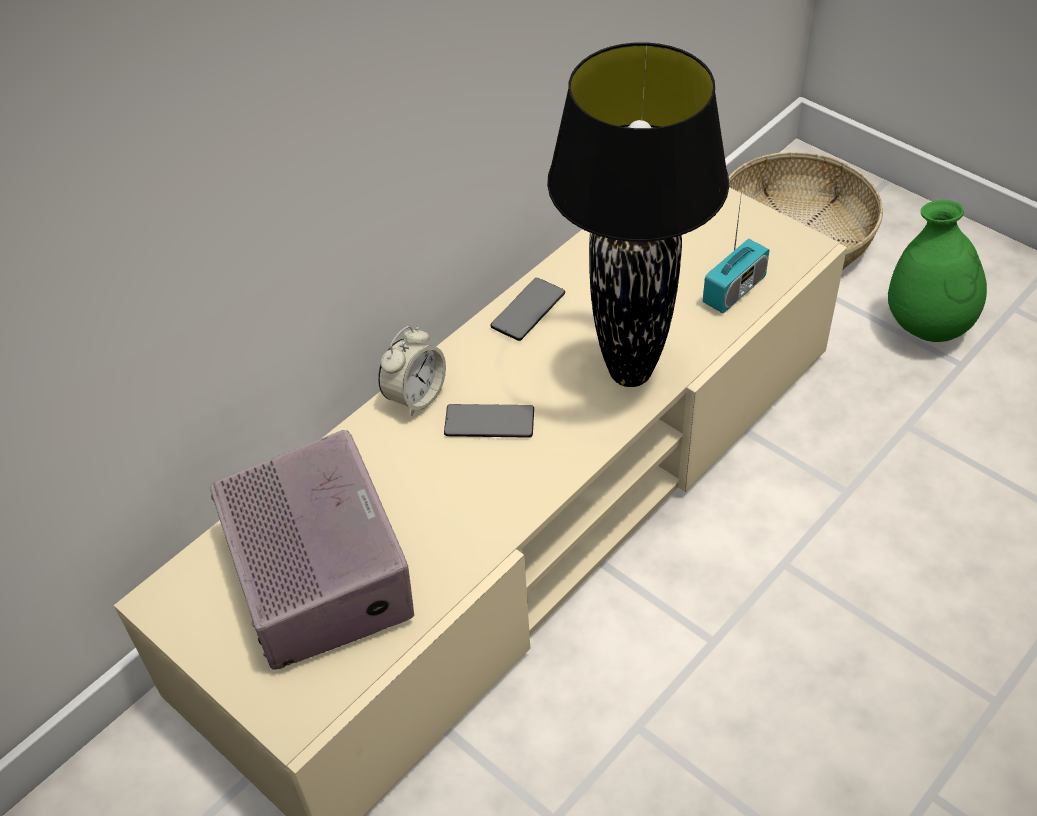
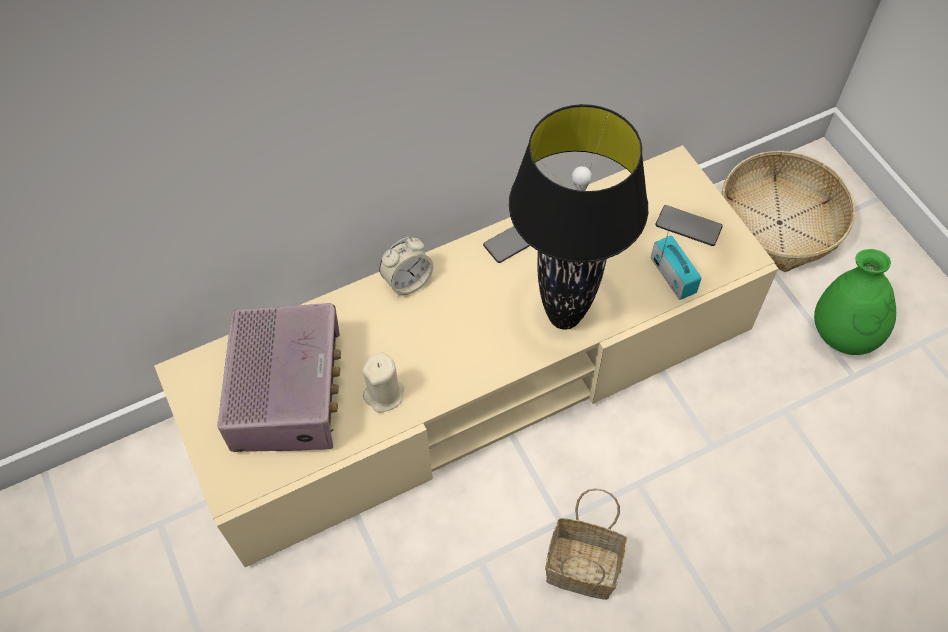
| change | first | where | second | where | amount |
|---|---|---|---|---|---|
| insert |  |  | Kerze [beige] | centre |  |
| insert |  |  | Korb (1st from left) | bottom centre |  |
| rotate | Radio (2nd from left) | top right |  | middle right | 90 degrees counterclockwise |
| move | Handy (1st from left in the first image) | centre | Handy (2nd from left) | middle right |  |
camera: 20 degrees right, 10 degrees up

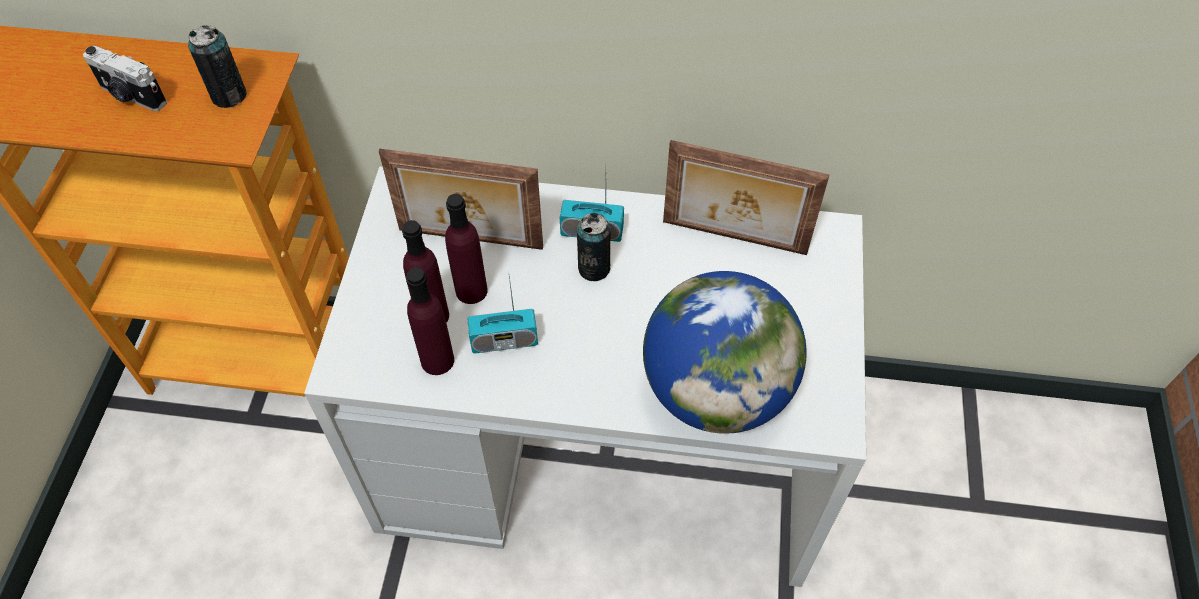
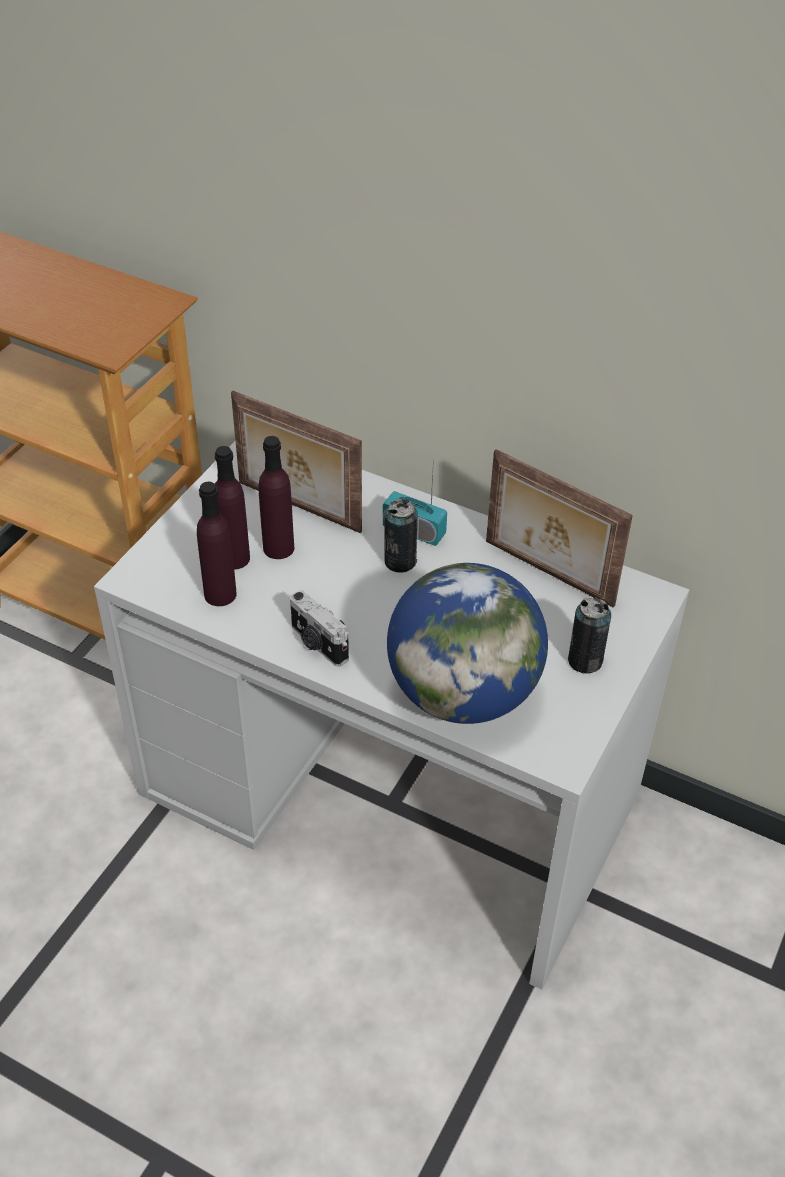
| change | first | where | second | where | amount |
|---|---|---|---|---|---|
| move | Kamera | top left |  | centre |  |
| move | Dose (1st from left in the first image) | top left | Dose (2nd from left) | middle right |  |
| delete | Radio (1st from left) | centre |  |  |  |
camera: 20 degrees right, 10 degrees down

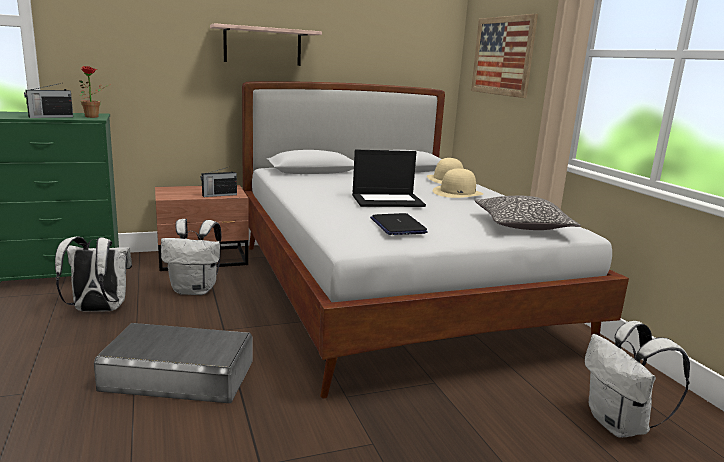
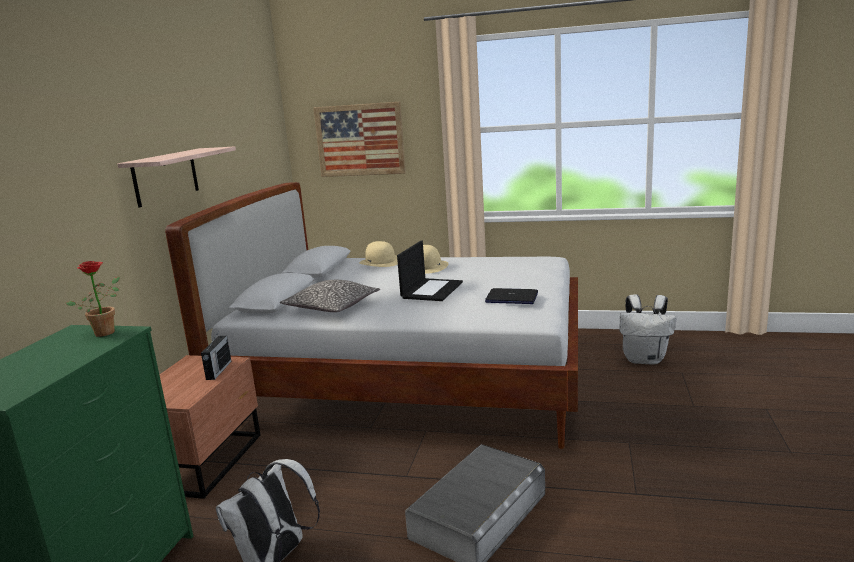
| change | first | where | second | where | amount |
|---|---|---|---|---|---|
| move | Kissen | middle right |  | centre |  |
| delete | Radio (1st from left) | top left |  |  |  |
| delete | Rucksack [weiß] (2nd from left) | middle left |  |  |  |
camera: 55 degrees left, 0 degrees up

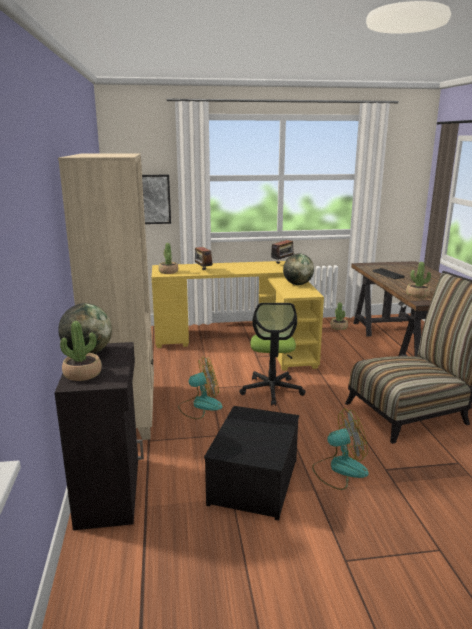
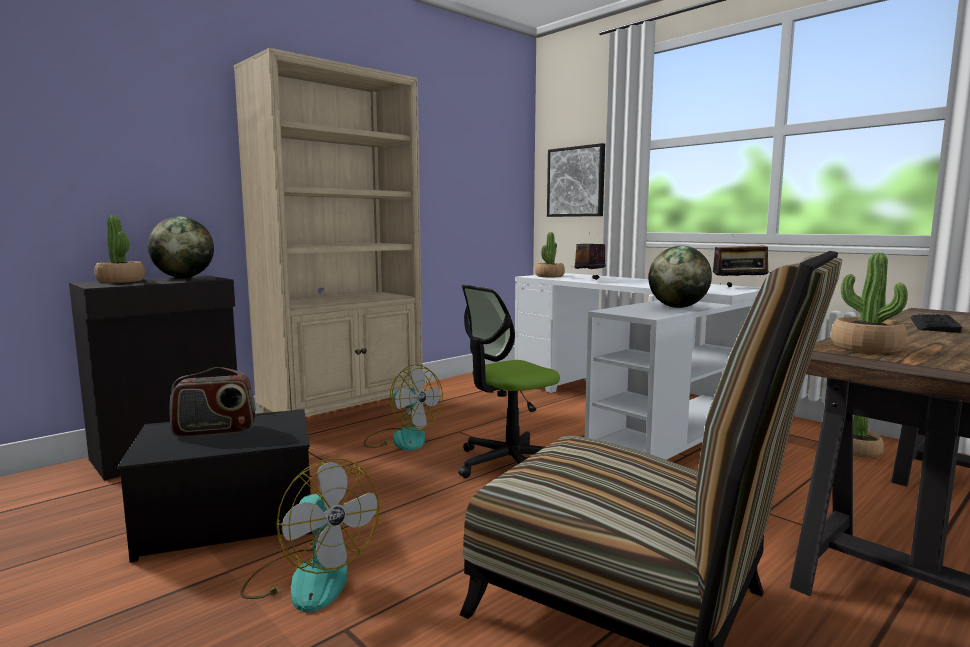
| change | first | where | second | where | amount |
|---|---|---|---|---|---|
| insert |  |  | Radio (1st from left) | middle left |  |
| recolor | Schreibtisch [gelb] | centre | Schreibtisch [weiß] | centre |  |
camera: 55 degrees right, 10 degrees down

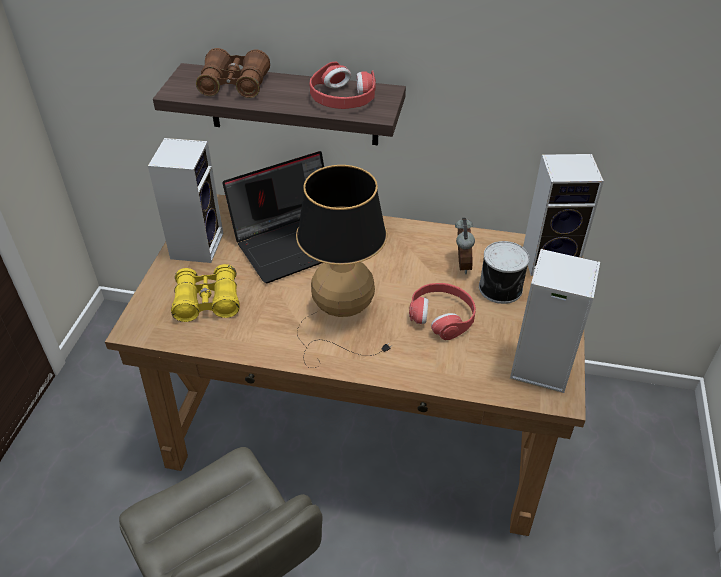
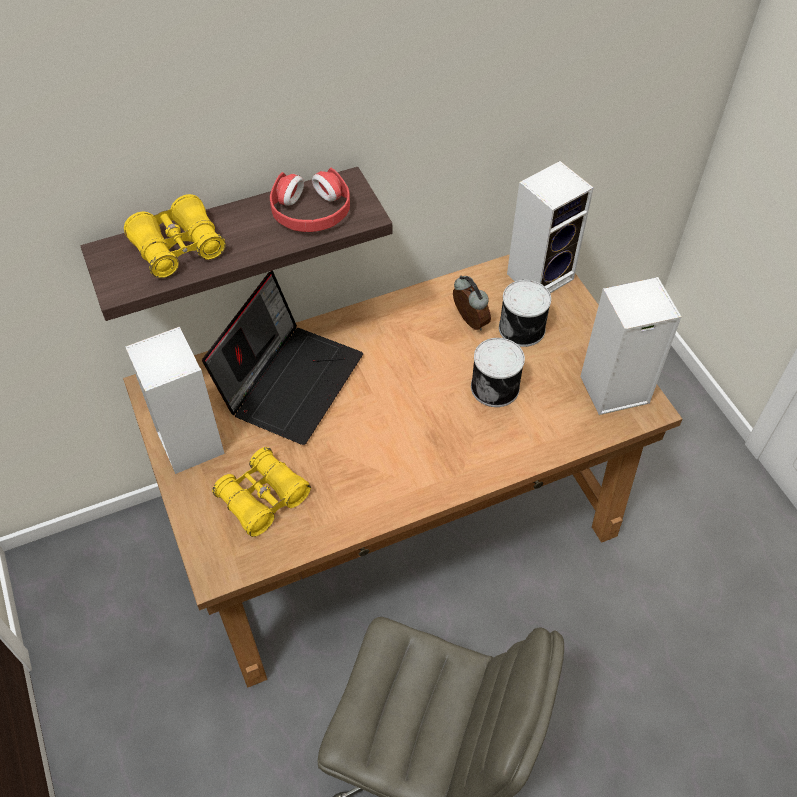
| change | first | where | second | where | amount |
|---|---|---|---|---|---|
| recolor | Fernglas [braun] | top left | Fernglas [gelb] (1st from left) | top left |  |
| replace | Kopfhörer [rot] (2nd from left) | centre | Dose (1st from left) | centre |  |
| delete | Tischlampe | centre |  |  |  |
camera: 35 degrees left, 10 degrees up

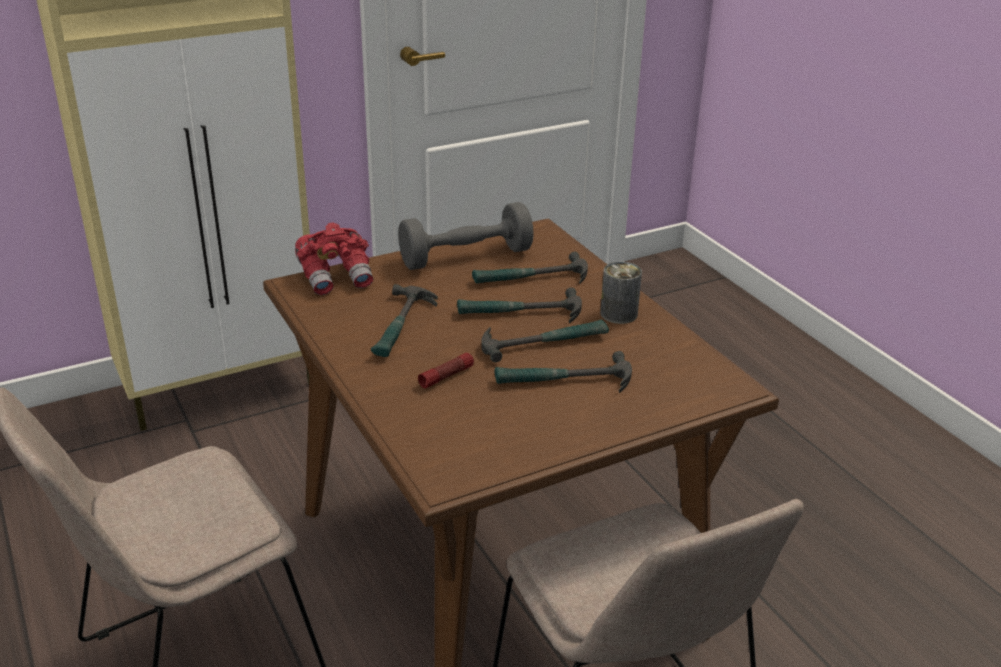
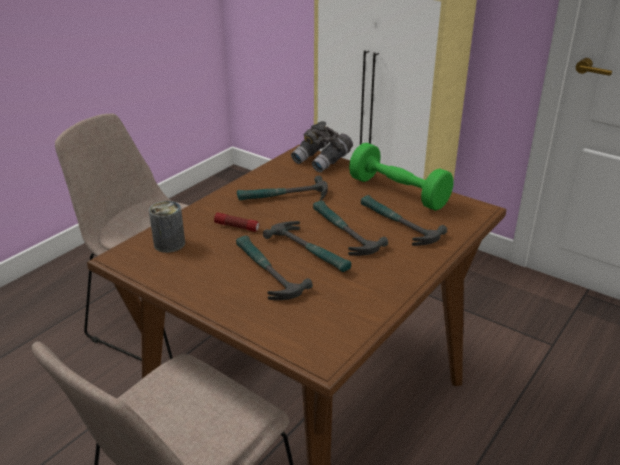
| change | first | where | second | where | amount |
|---|---|---|---|---|---|
| move | Dose | centre |  | middle left |  |
| recolor | Fernglas [rot] | centre | Fernglas [grau] | top centre |  |
| recolor | Hantel [grau] | centre | Hantel [grün] | centre |  |
camera: 65 degrees right, 0 degrees up

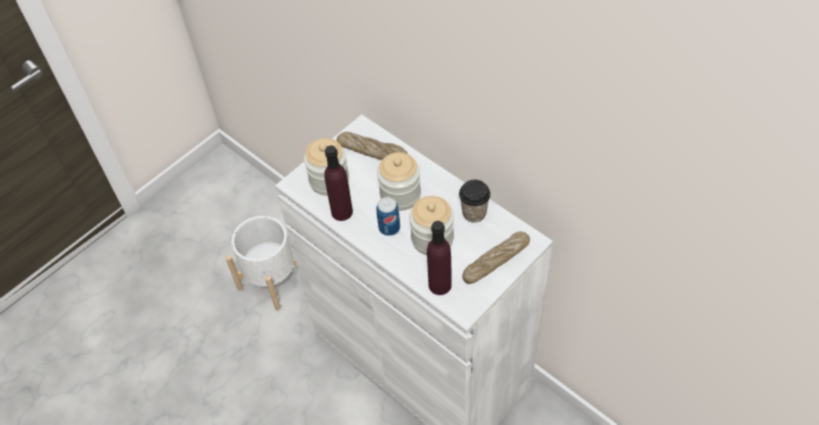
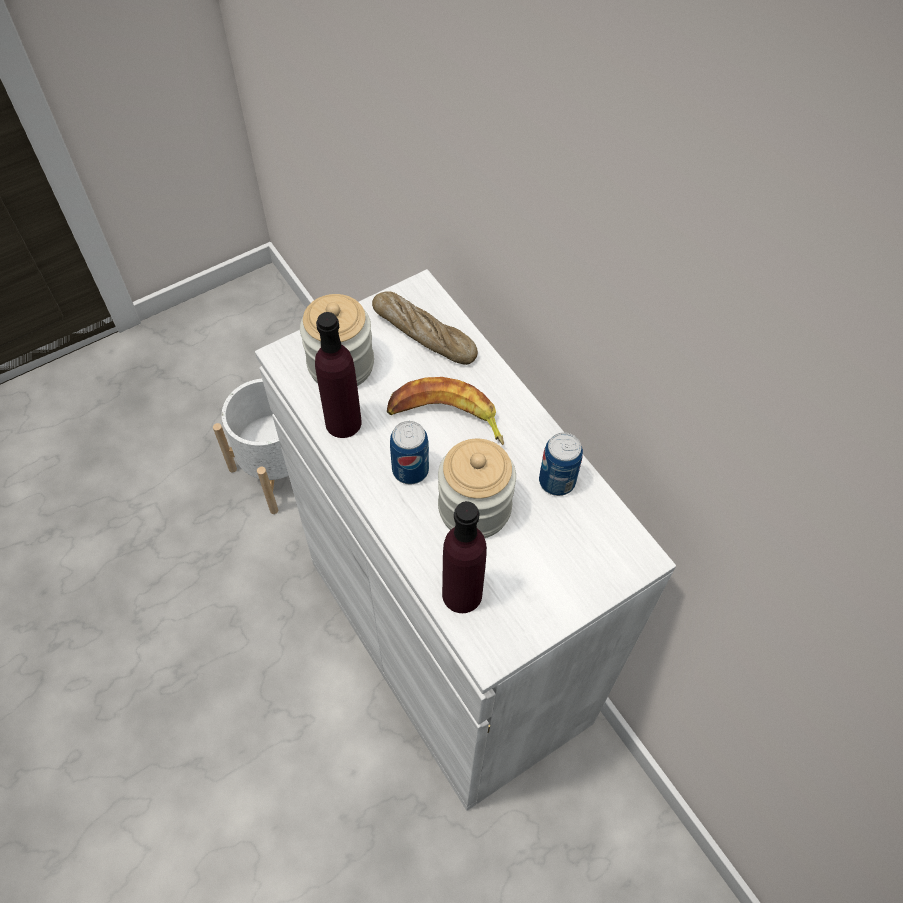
| change | first | where | second | where | amount |
|---|---|---|---|---|---|
| replace | Vorratsglas (2nd from left) | centre | Banane | centre |  |
| replace | Tasse | centre | Dose (2nd from left) | centre |  |
| delete | Brot (2nd from left) | centre |  |  |  |
camera: 10 degrees right, 5 degrees up

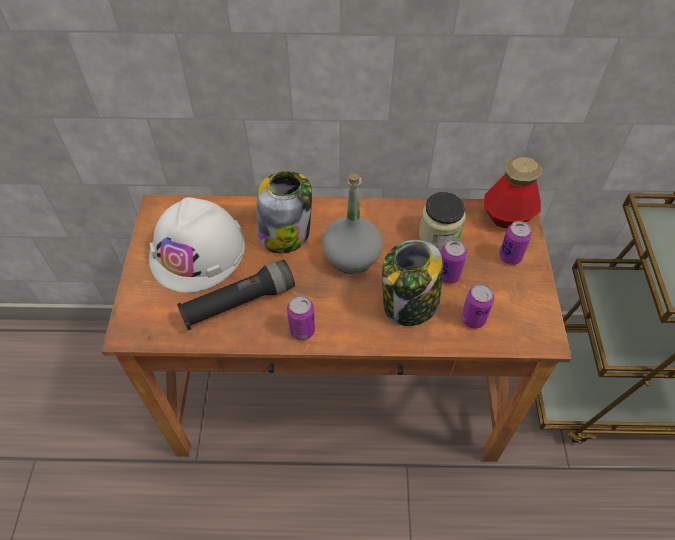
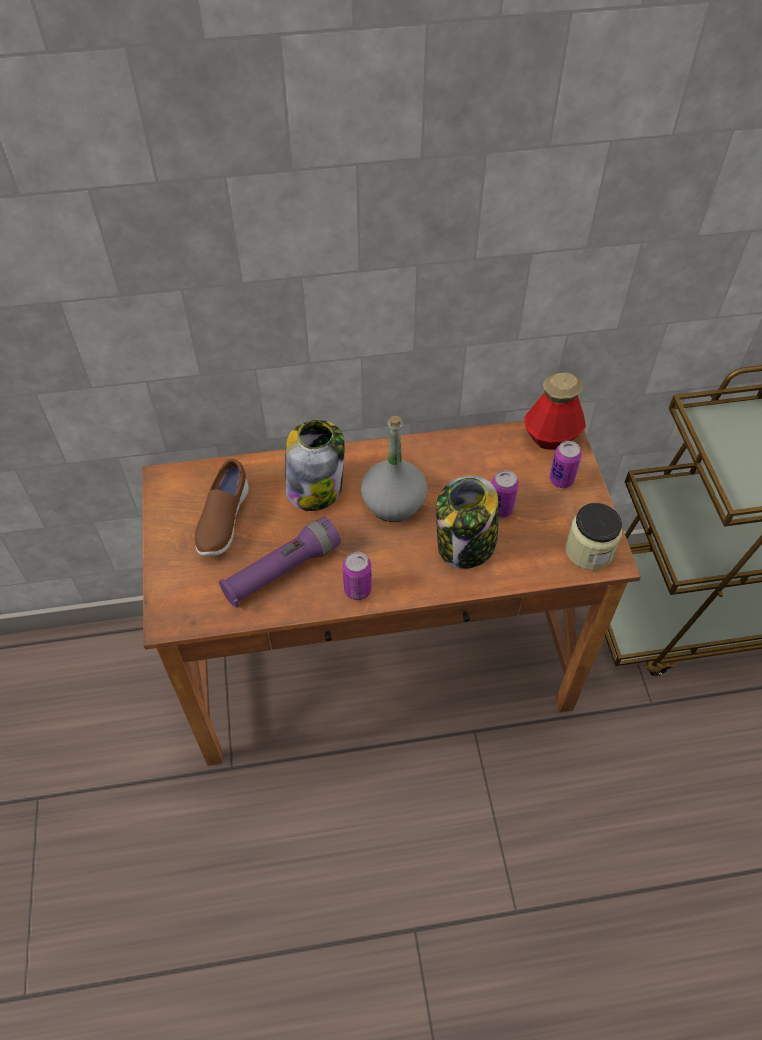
| change | first | where | second | where | amount |
|---|---|---|---|---|---|
| replace | Schutzhelm [weiß] | middle left | Schuh [braun] | middle left |  |
| recolor | Taschenlampe [schwarz] | centre | Taschenlampe [lila] | centre |  |
| move | Vorratsglas (3rd from left) | centre |  | middle right |  |
| delete | Dose (3rd from left) | middle right |  |  |  |
camera: 10 degrees left, 0 degrees up

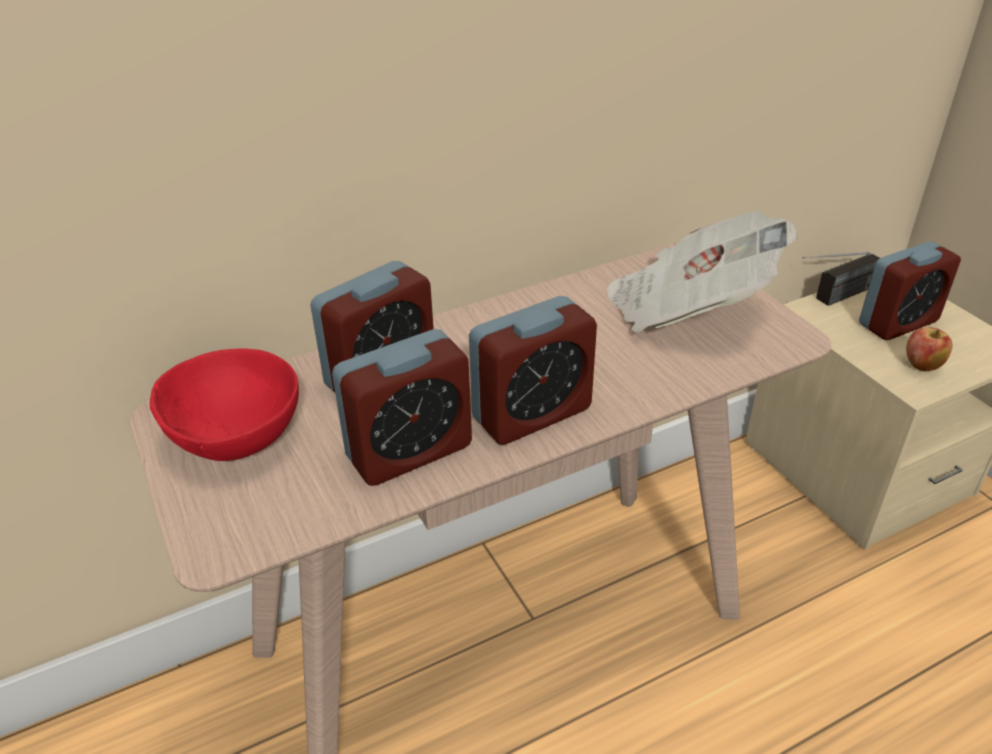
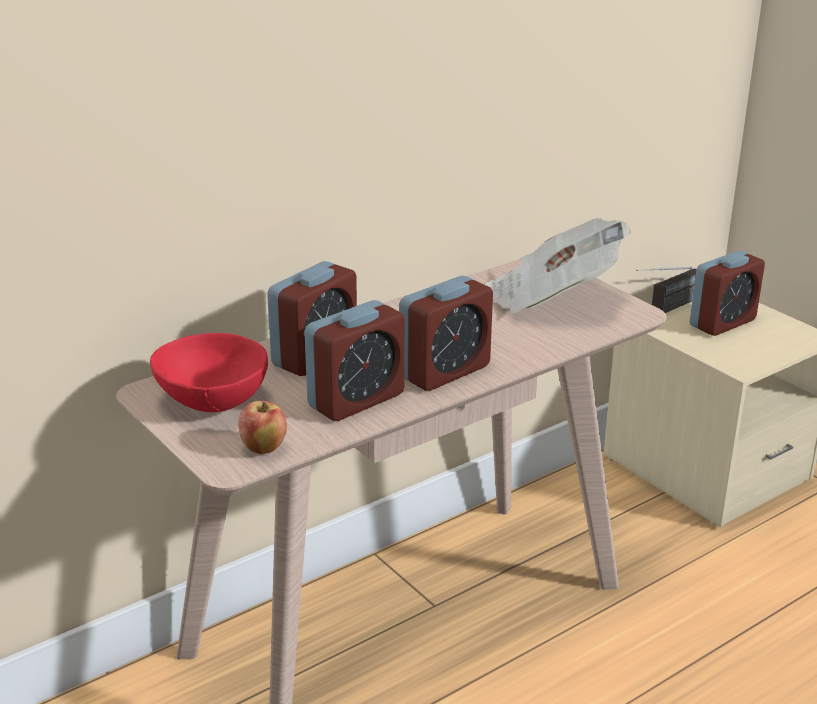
| change | first | where | second | where | amount |
|---|---|---|---|---|---|
| move | Apfel | middle right |  | middle left |  |
camera: 10 degrees left, 10 degrees down

